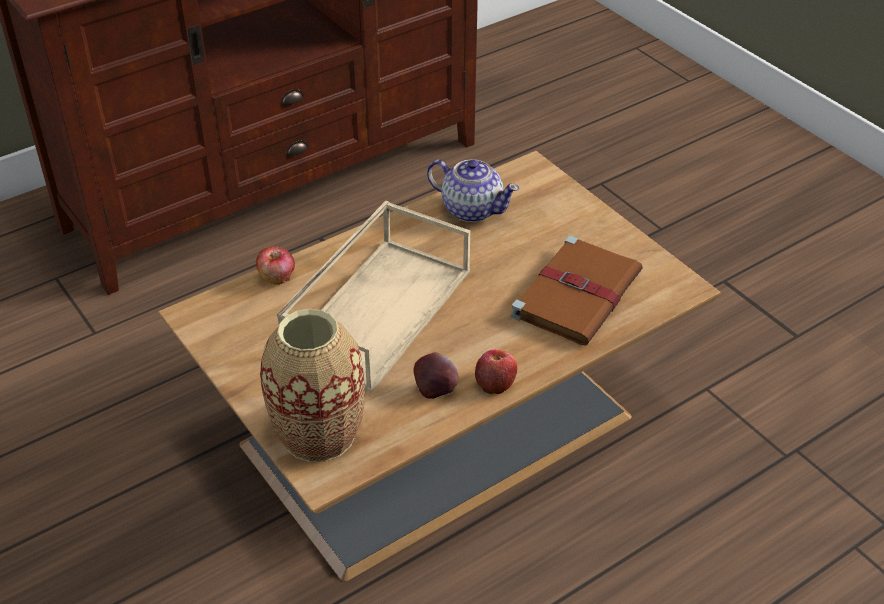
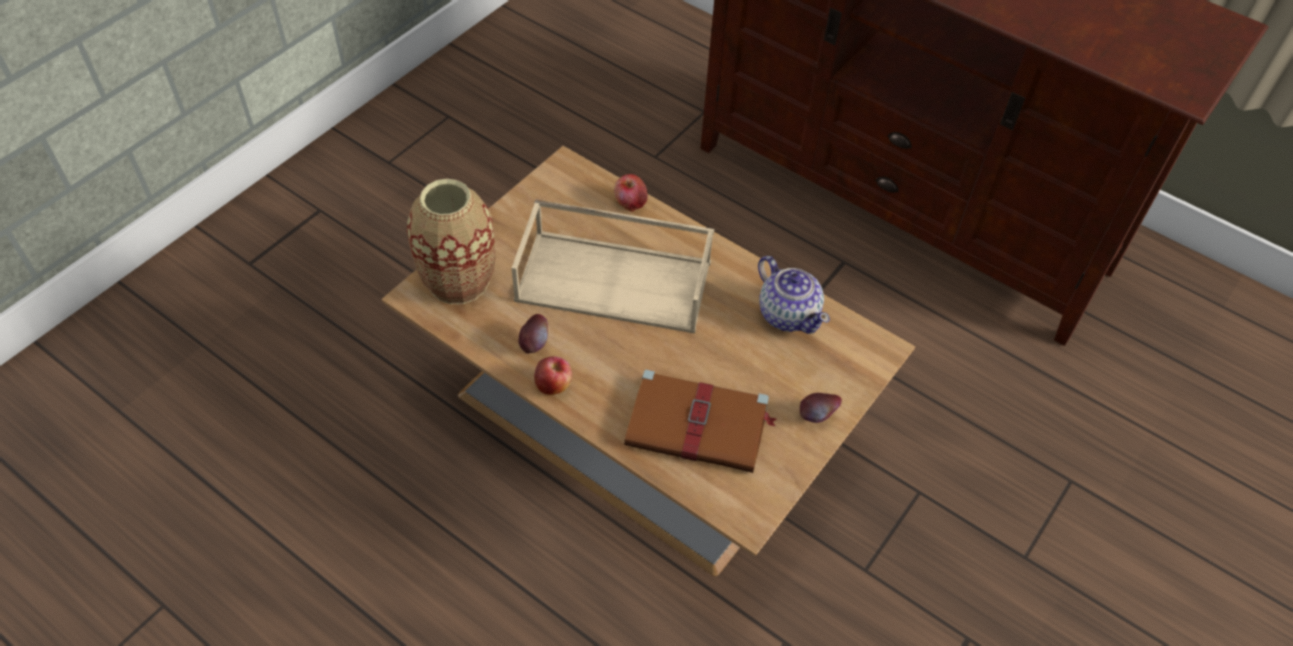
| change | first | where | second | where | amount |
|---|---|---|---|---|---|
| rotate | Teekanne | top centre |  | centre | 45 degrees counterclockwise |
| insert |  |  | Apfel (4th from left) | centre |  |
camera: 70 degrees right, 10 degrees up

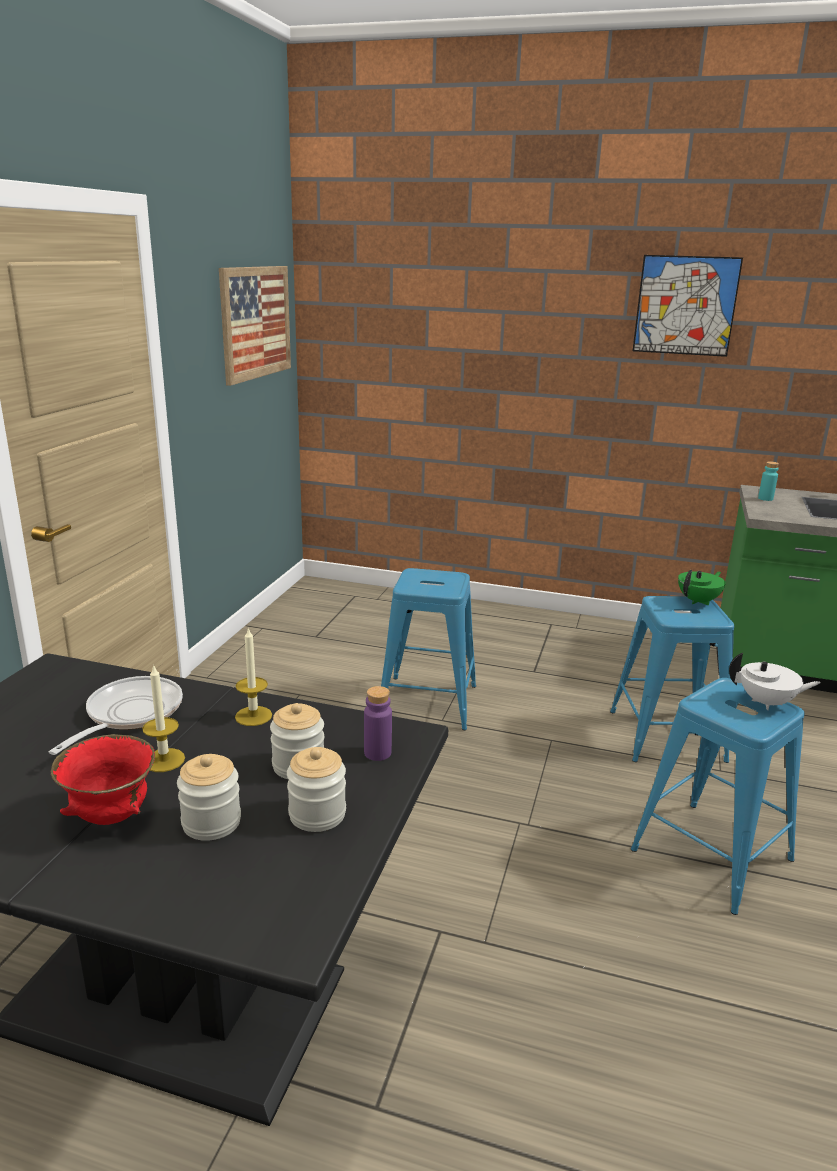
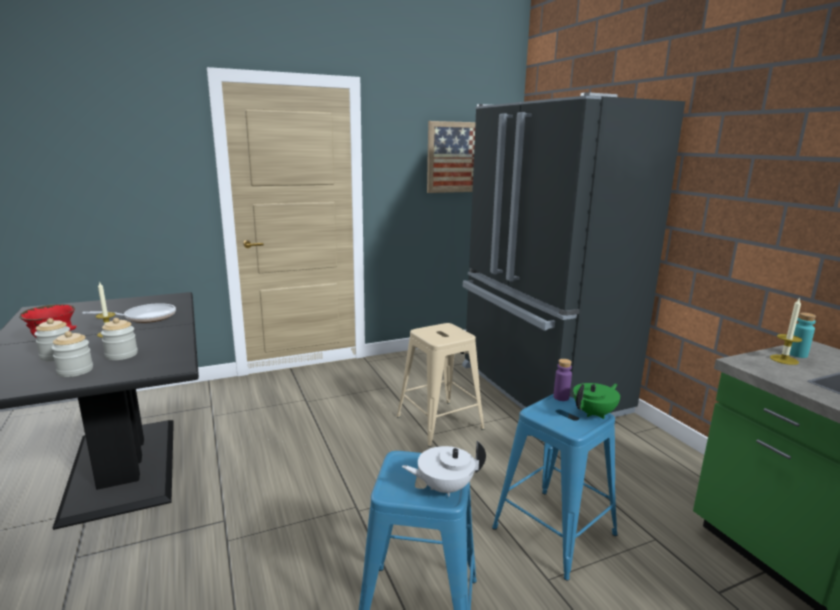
| change | first | where | second | where | amount |
|---|---|---|---|---|---|
| recolor | Hocker [blau] (1st from left) | centre | Hocker [beige] | centre |  |
| rotate | Teekanne [weiß] | middle right |  | bottom centre | 105 degrees clockwise |
| insert |  |  | Kühlschrank [schwarz] | middle right |  |
| move | Flasche [lila] | centre |  | middle right |  |
| rotate | Teekanne [grün] | middle right |  | middle right | 45 degrees counterclockwise |
| move | Kerze (2nd from left) | middle left |  | middle right |  |
| delete | Bild (2nd from left) | top right |  |  |  |
camera: 50 degrees right, 5 degrees down

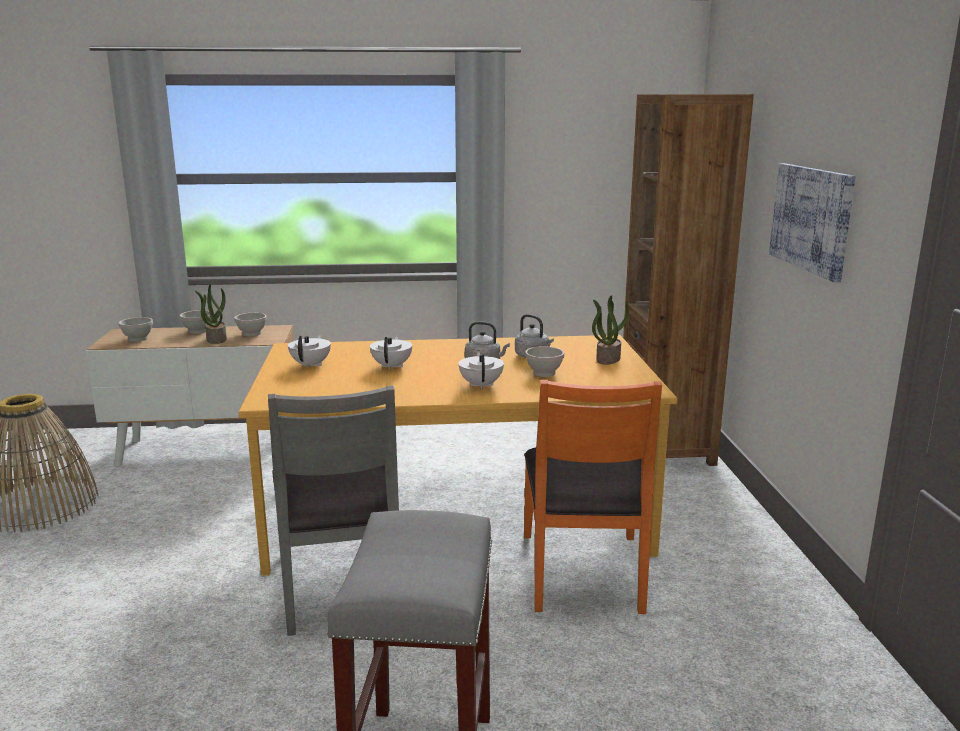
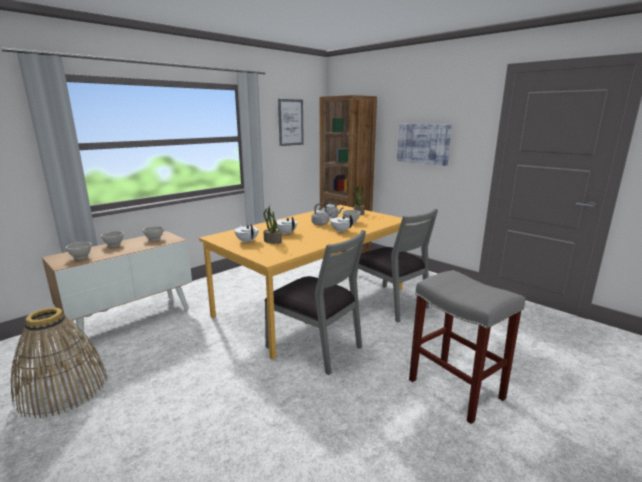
| change | first | where | second | where | amount |
|---|---|---|---|---|---|
| move | Topfpflanze (1st from left) | middle left |  | centre |  |
| insert |  |  | Bild (1st from left) | top centre |  |
| recolor | Stuhl [orange] | bottom centre | Stuhl [grau] (2nd from left) | centre |  |
camera: 40 degrees left, 0 degrees up

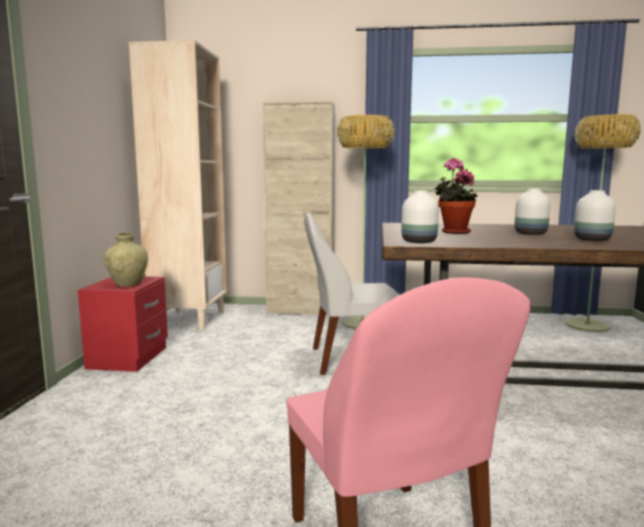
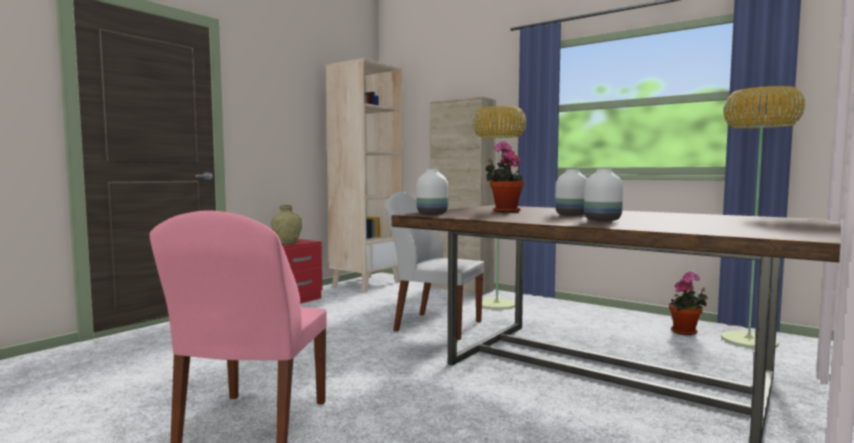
| change | first | where | second | where | amount |
|---|---|---|---|---|---|
| insert |  |  | Topfpflanze (2nd from left) | bottom right |  |
camera: 30 degrees right, 5 degrees down

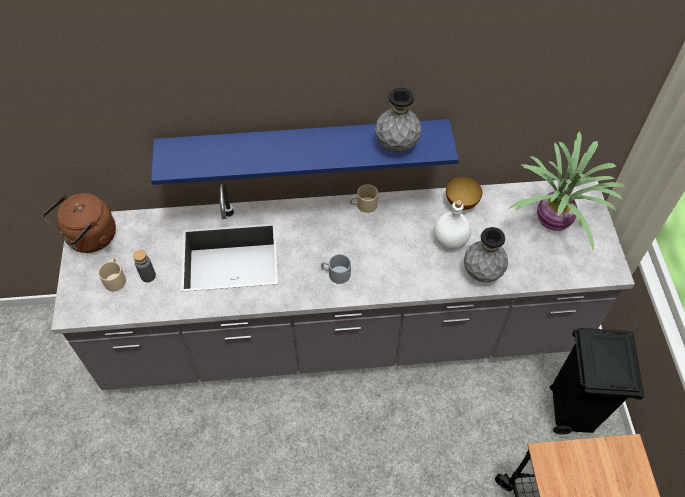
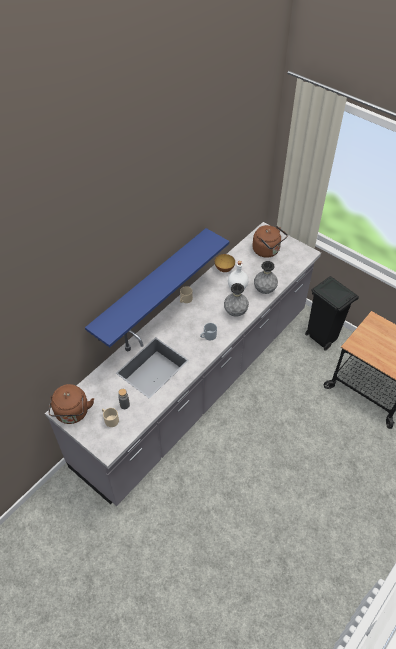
| change | first | where | second | where | amount |
|---|---|---|---|---|---|
| move | Vase [grau] (1st from left) | top centre |  | centre |  |
| replace | Topfpflanze | middle right | Wasserkessel [braun] (2nd from left) | middle right |  |
camera: 45 degrees left, 5 degrees down

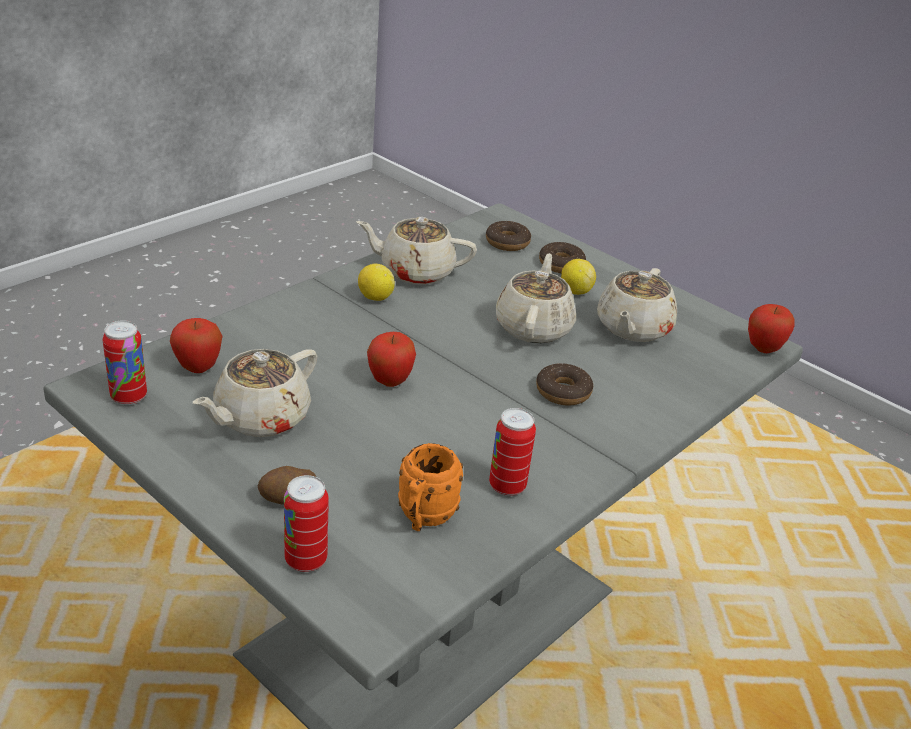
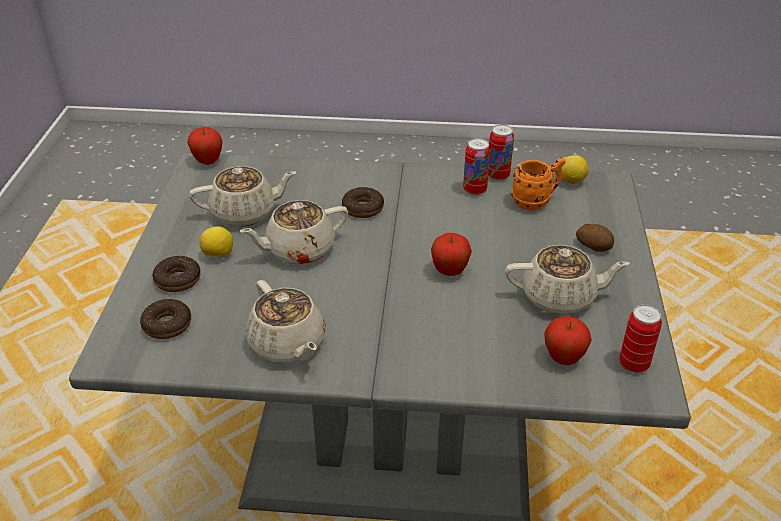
| change | first | where | second | where | amount |
|---|---|---|---|---|---|
| move | Dose (2nd from left) | bottom centre |  | top centre |  |
| move | Zitrone (1st from left in the first image) | centre | Zitrone (2nd from left) | top right |  |
camera: 125 degrees left, 5 degrees up

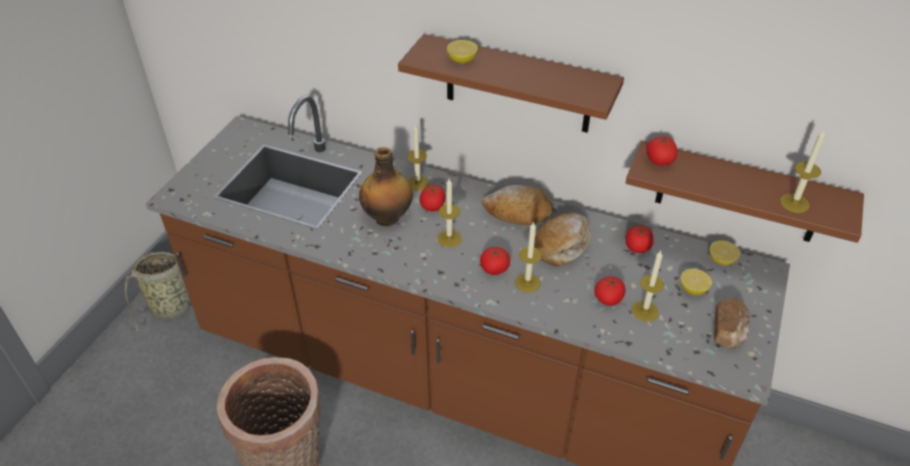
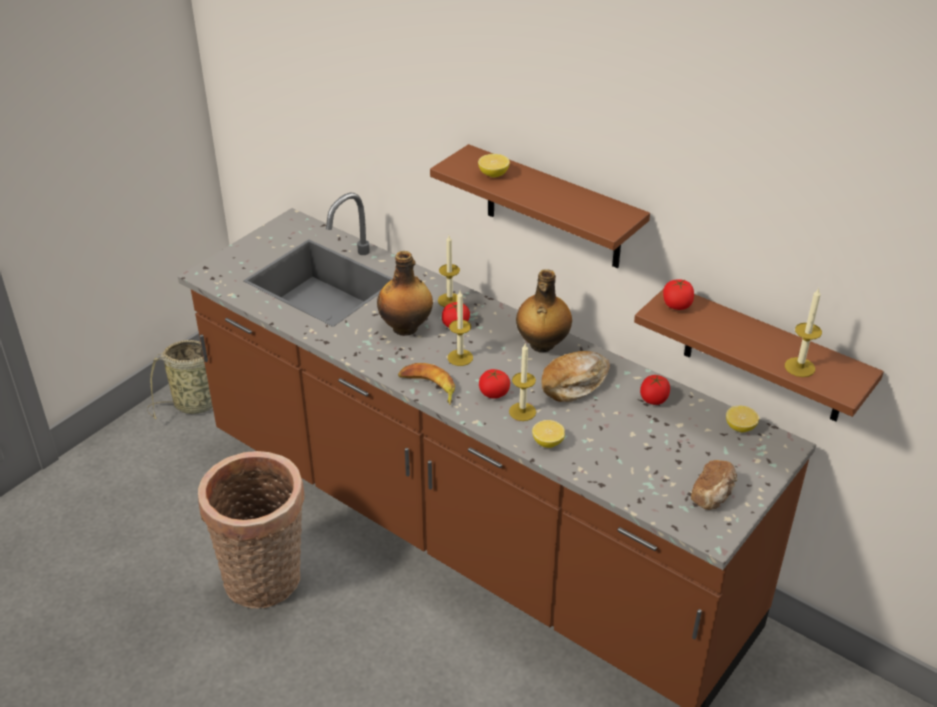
| change | first | where | second | where | amount |
|---|---|---|---|---|---|
| insert |  |  | Banane | centre |  |
| replace | Brot (1st from left) | centre | Flasche (2nd from left) | centre |  |
| move | Zitrone (2nd from left) | middle right |  | centre |  |
| delete | Tomate (3rd from left) | middle right |  |  |  |
| delete | Kerze (4th from left) | middle right |  |  |  |
camera: 15 degrees right, 5 degrees down

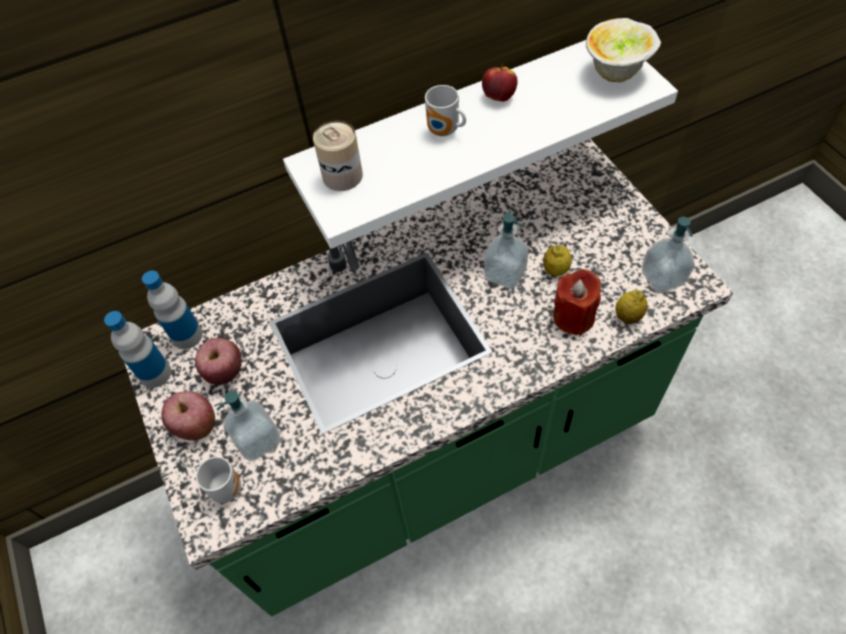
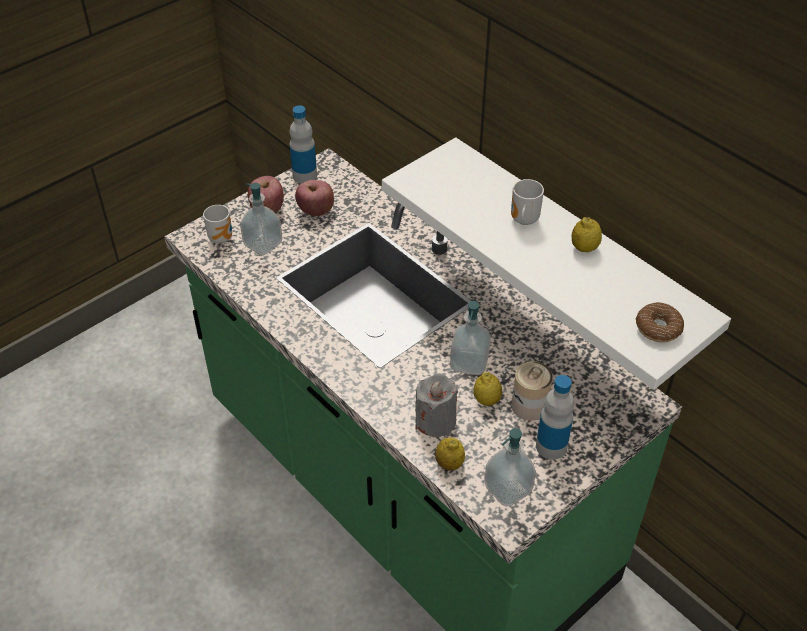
| change | first | where | second | where | amount |
|---|---|---|---|---|---|
| recolor | Kerze [rot] | middle right | Kerze [grau] | centre |  |
| move | Dose | top centre |  | centre |  |
| move | Flasche (2nd from left) | middle left |  | middle right |  |
| replace | Apfel (3rd from left) | top centre | Zitrone (3rd from left) | middle right |  |
| replace | Schüssel | top right | Donut | middle right |  |
camera: 70 degrees right, 10 degrees down

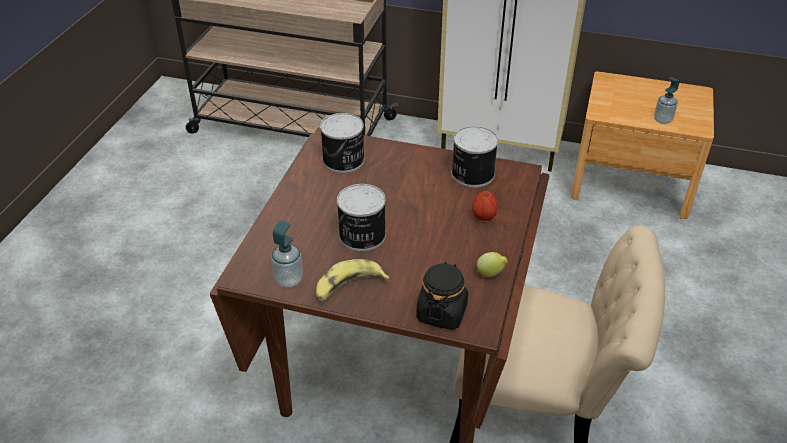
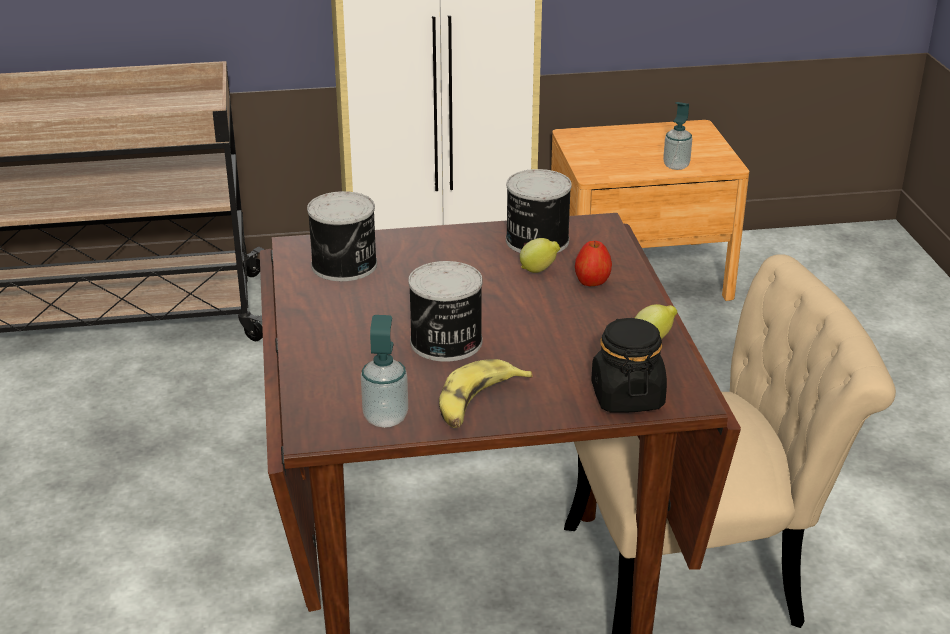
| change | first | where | second | where | amount |
|---|---|---|---|---|---|
| insert |  |  | Zitrone (1st from left) | centre |  |
camera: 25 degrees left, 10 degrees down

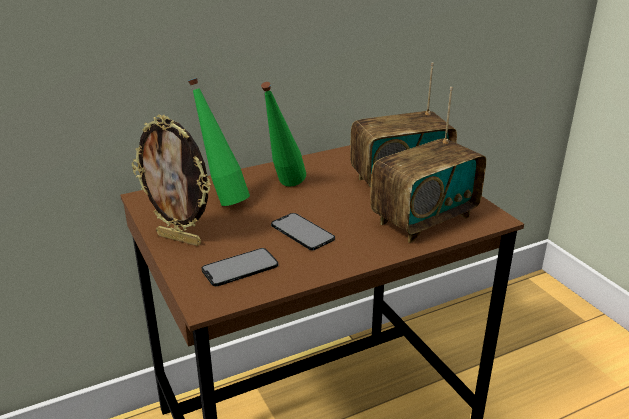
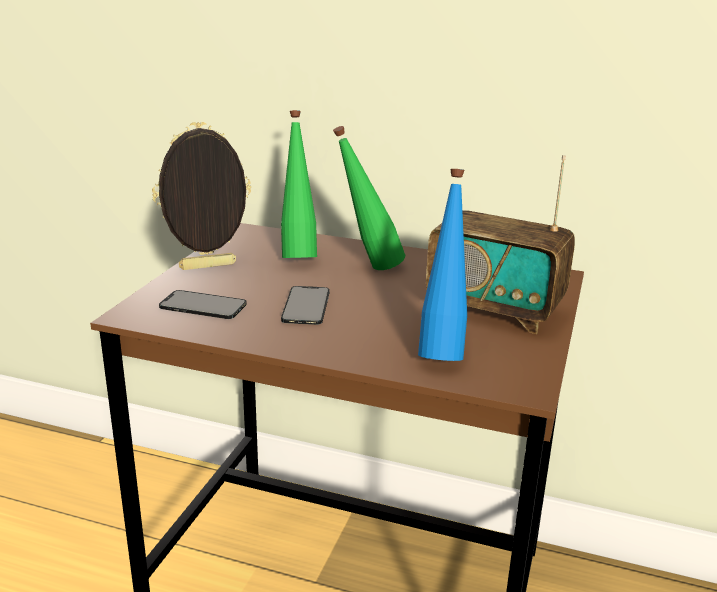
| change | first | where | second | where | amount |
|---|---|---|---|---|---|
| rotate | Bilderrahmen | middle left |  | top left | 90 degrees clockwise |
| replace | Radio (2nd from left) | middle right | Flasche [blau] | centre |  |
camera: 45 degrees right, 5 degrees down

